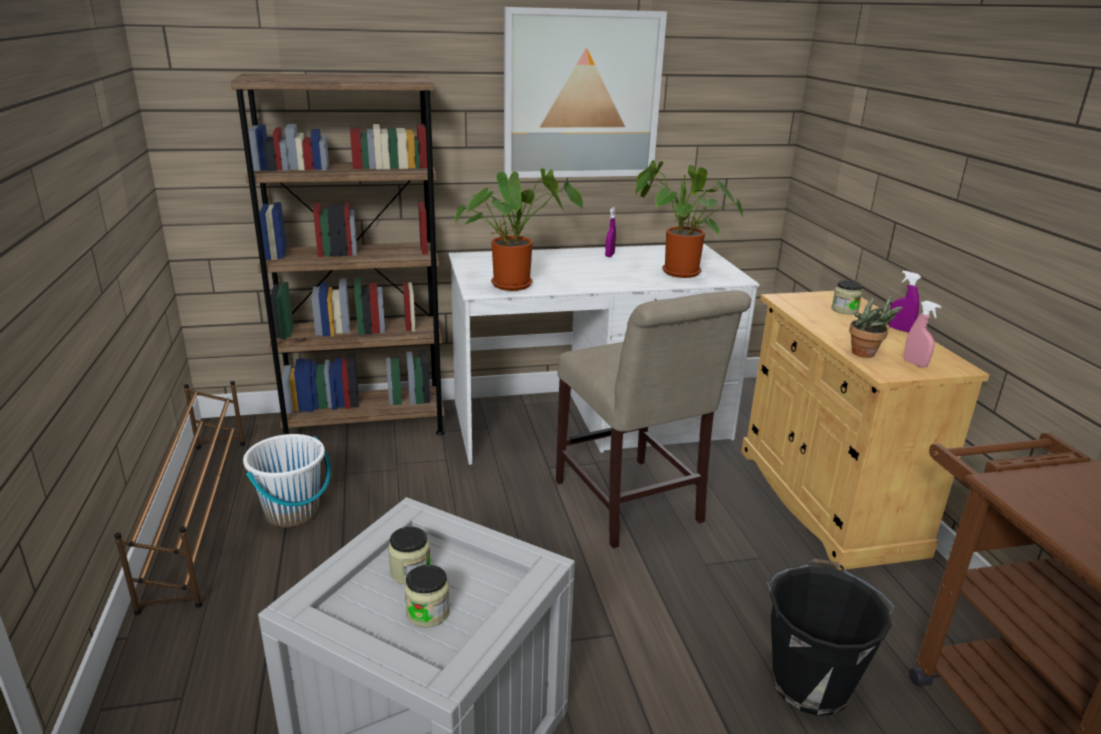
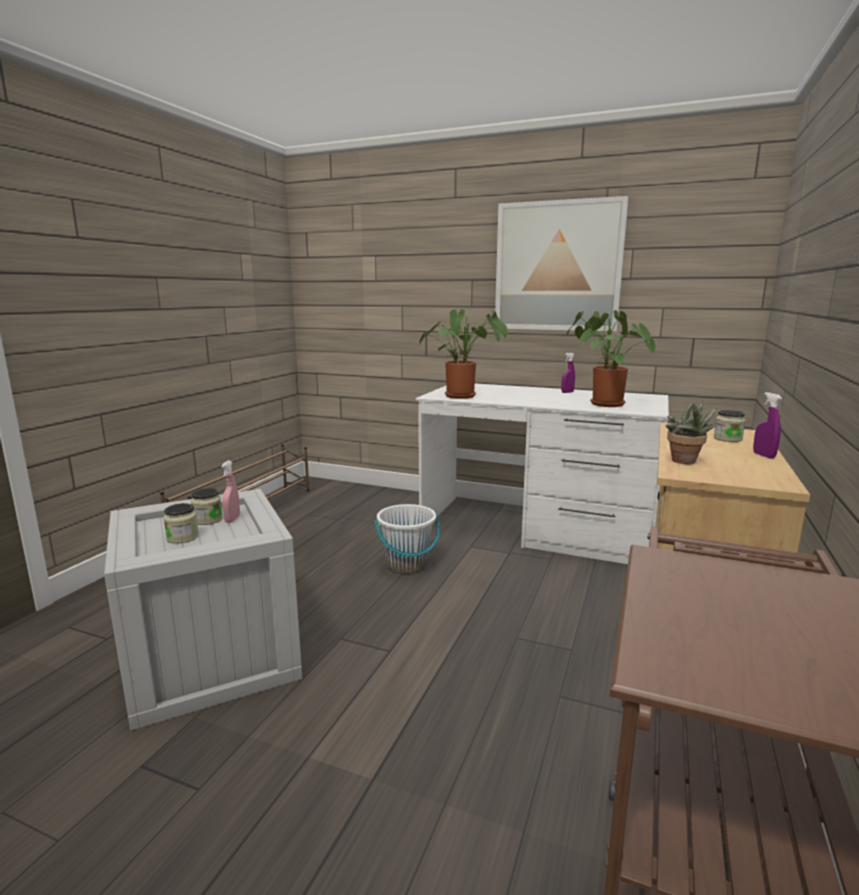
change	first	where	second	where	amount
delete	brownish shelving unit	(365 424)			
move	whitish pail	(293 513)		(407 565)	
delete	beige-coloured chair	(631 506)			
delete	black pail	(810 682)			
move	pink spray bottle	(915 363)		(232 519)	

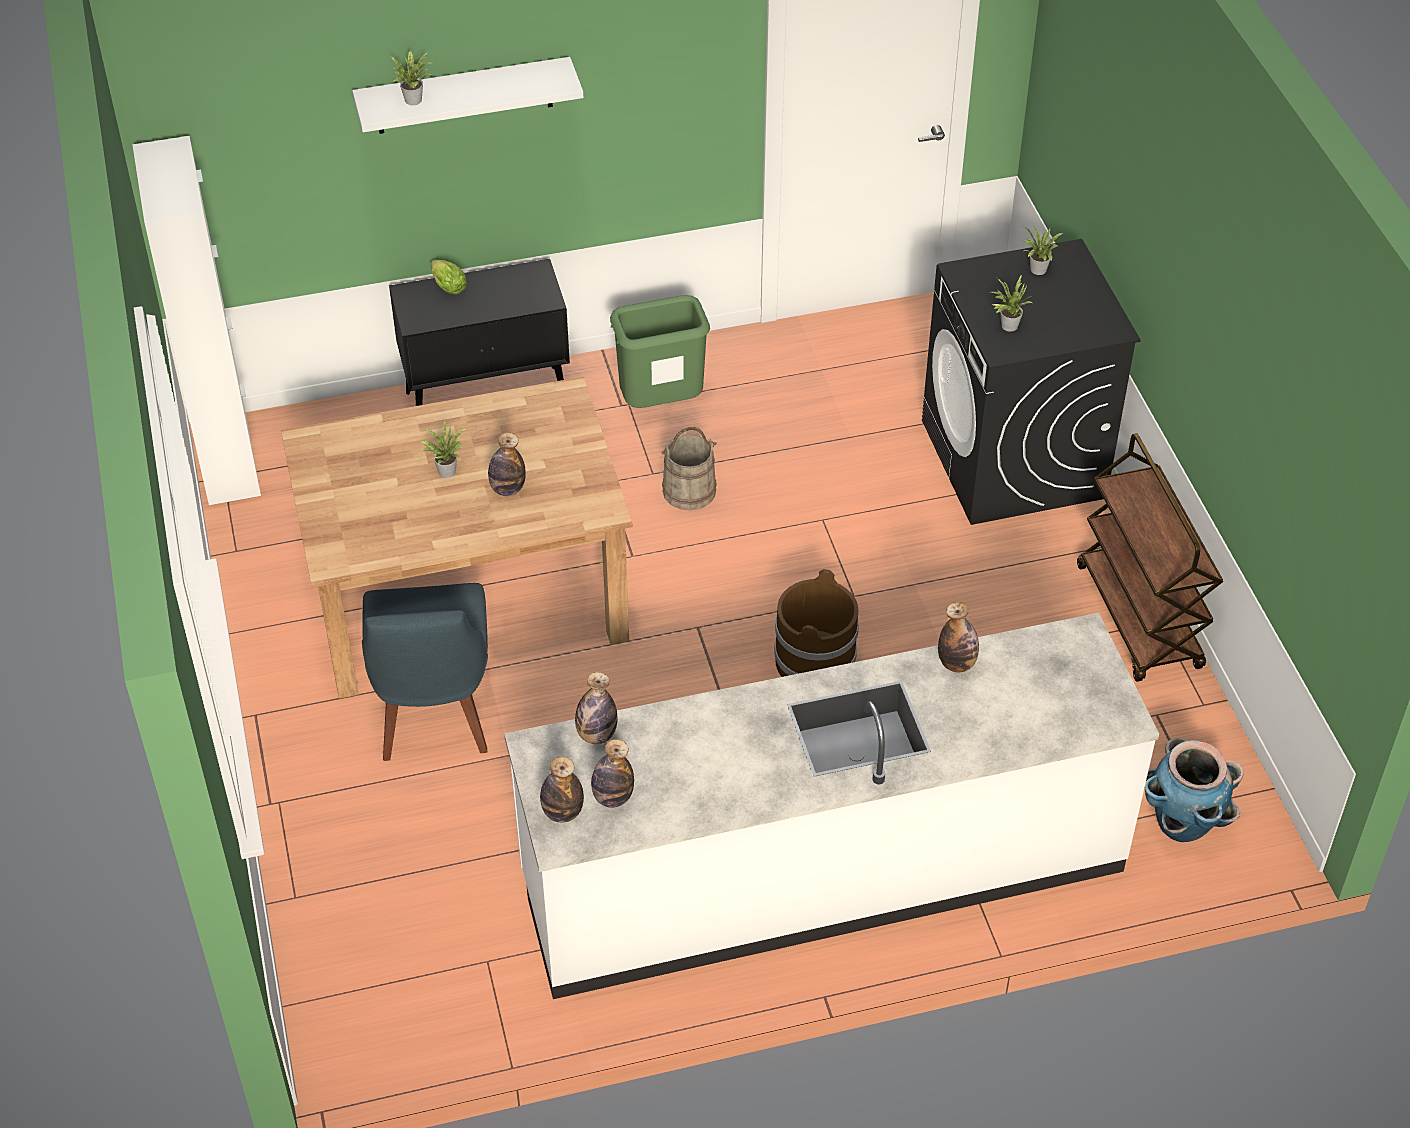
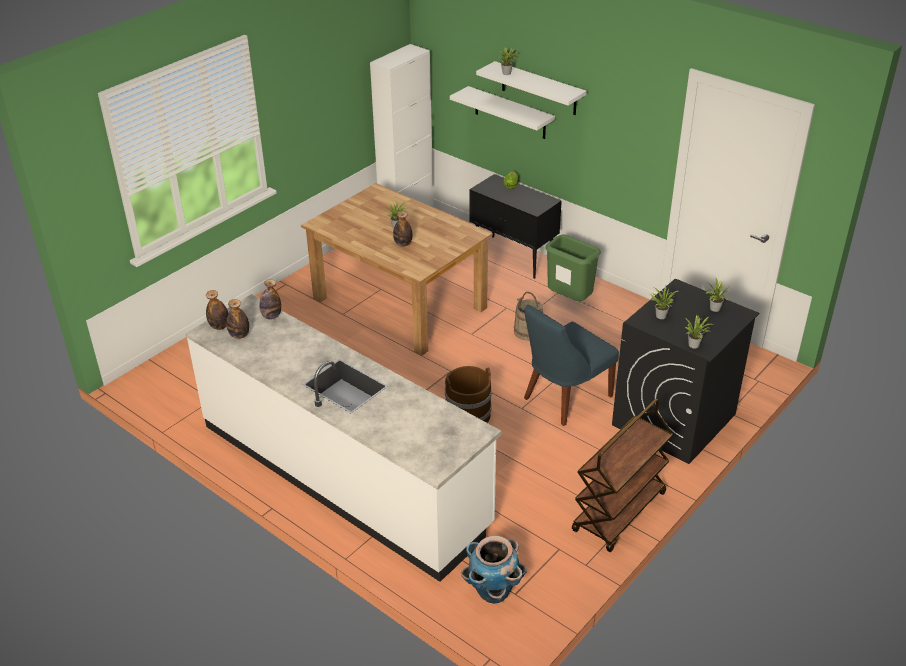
change	first	where	second	where	amount
move	blue-coloured chair	(433 713)		(564 398)	
delete	beverage bottle	(957 663)			
insert			whitish bracket shelf	(510 113)	
insert			potted plant	(695 344)	

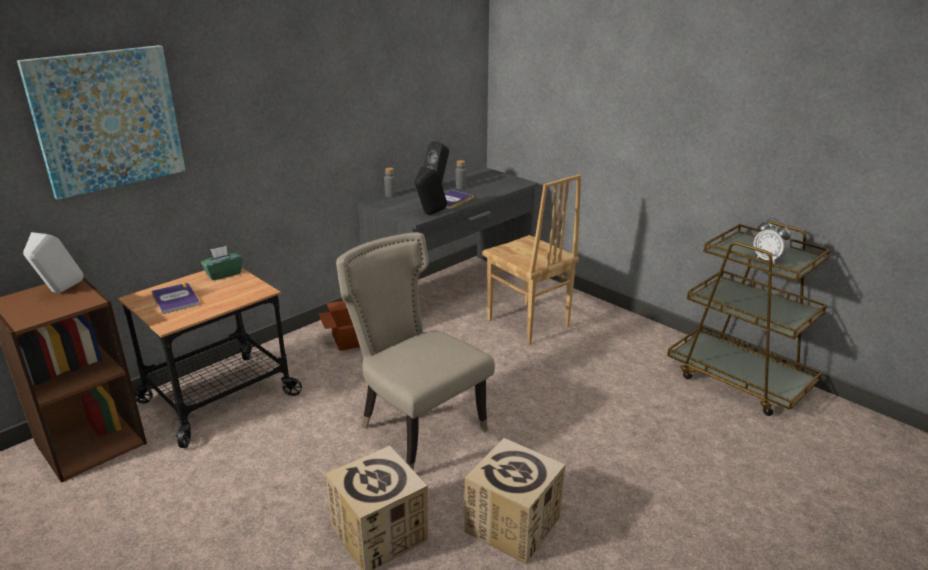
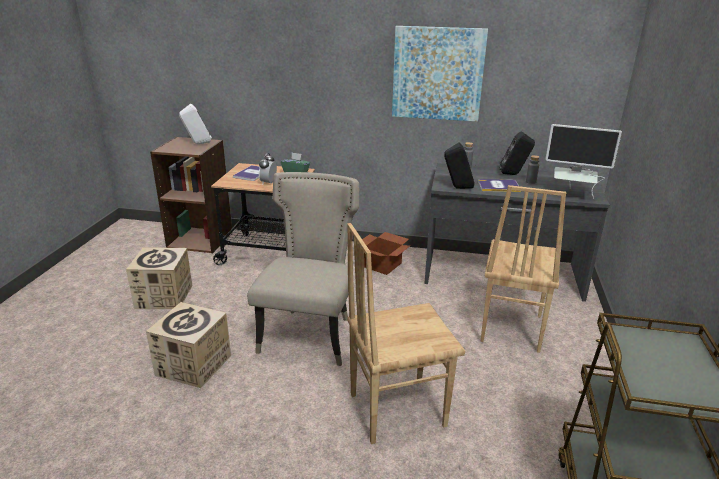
change	first	where	second	where	amount
move	picture	(107 120)		(438 74)	
move	packing box	(513 525)		(164 296)	
move	table clock	(768 259)		(268 183)	
insert			brownish chair	(396 409)	
insert			computer display	(572 195)	

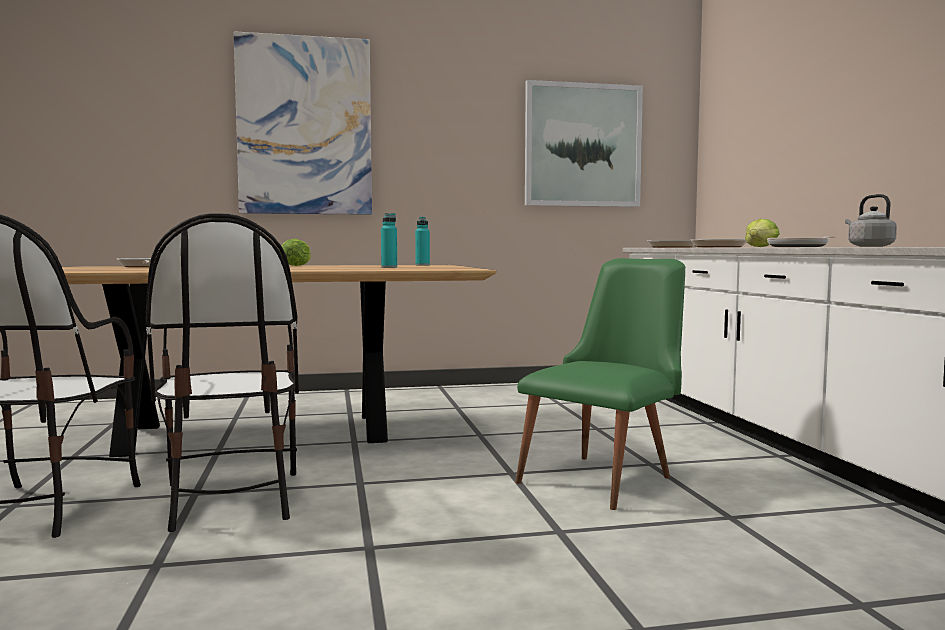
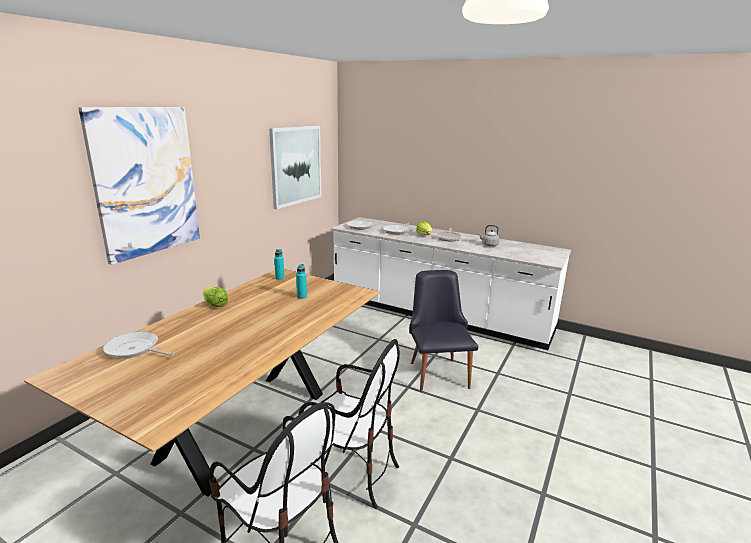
change	first	where	second	where	amount
recolor	green-coloured chair	(606 477)	black chair	(437 371)	

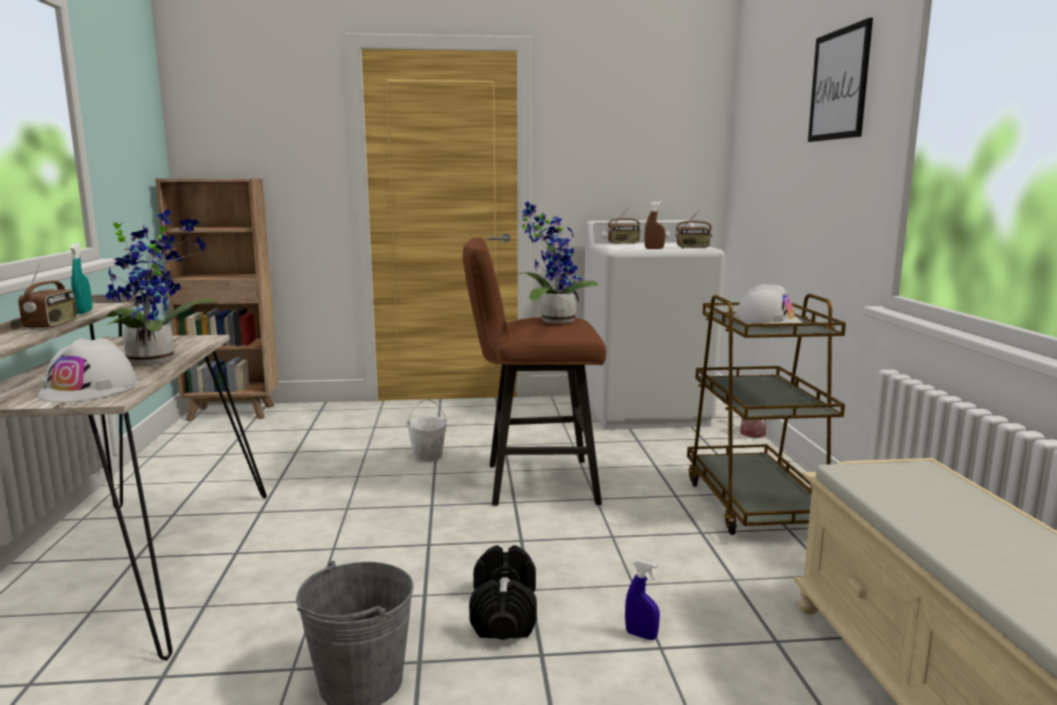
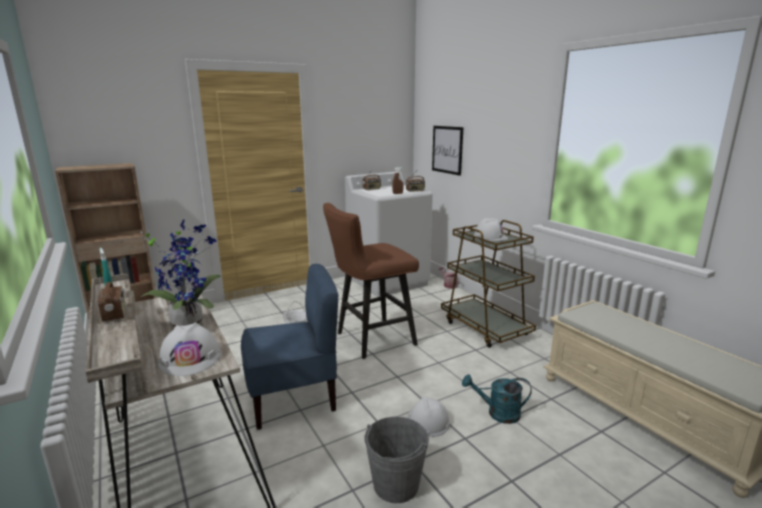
change	first	where	second	where	amount
replace	black dumbbell	(503 613)	whitish hard hat	(427 421)	
delete	potted plant	(553 321)			
replace	blue-coloured spray bottle	(641 635)	blue-green sprinkling can	(497 413)	
move	picture	(839 85)		(447 149)	
insert			blue-coloured chair	(293 398)	

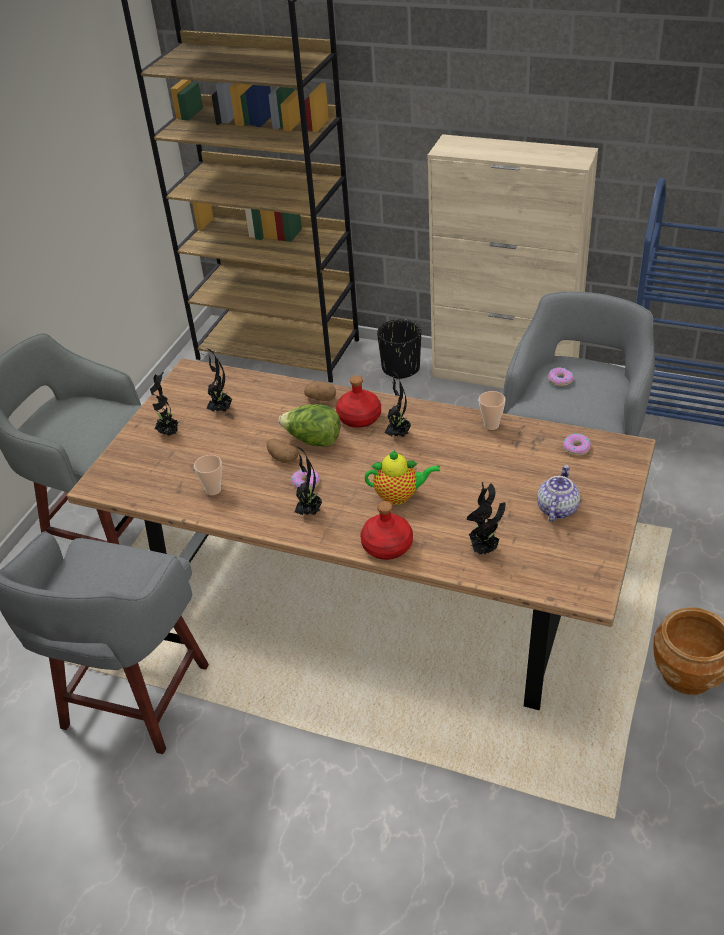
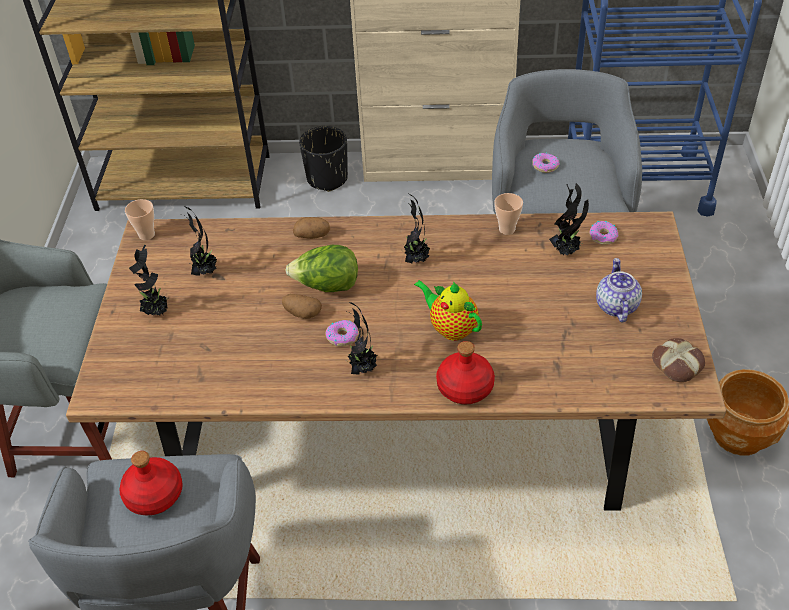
change	first	where	second	where	amount
move	small cup	(213 490)		(146 235)	
move	reddish beverage bottle	(359 418)		(155 495)	
rotate	pot for tea	(400 496)		(451 328)	120 degrees counterclockwise
move	potted plant	(485 550)		(566 251)	
insert			bakery bread	(678 364)	

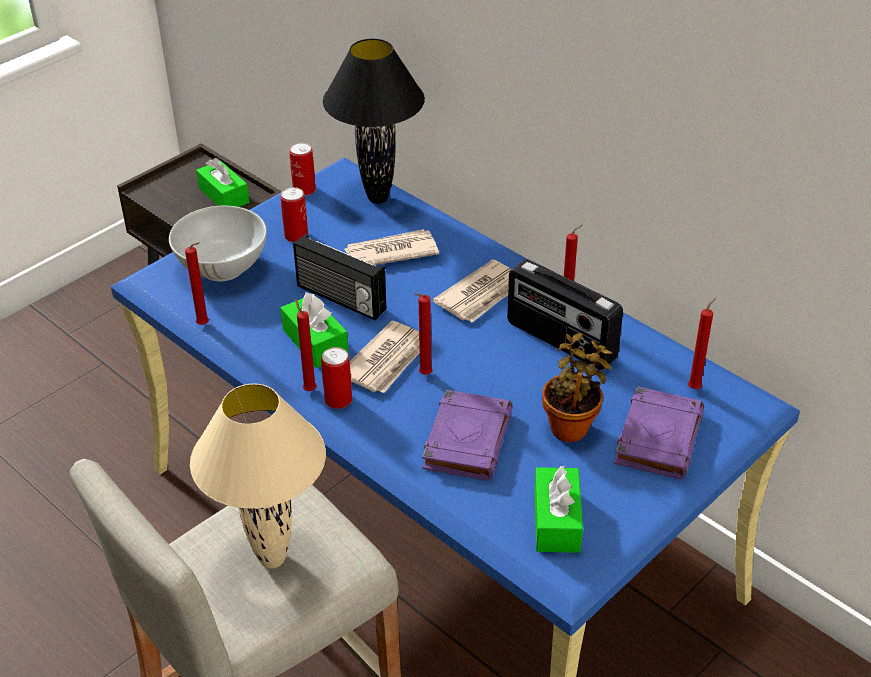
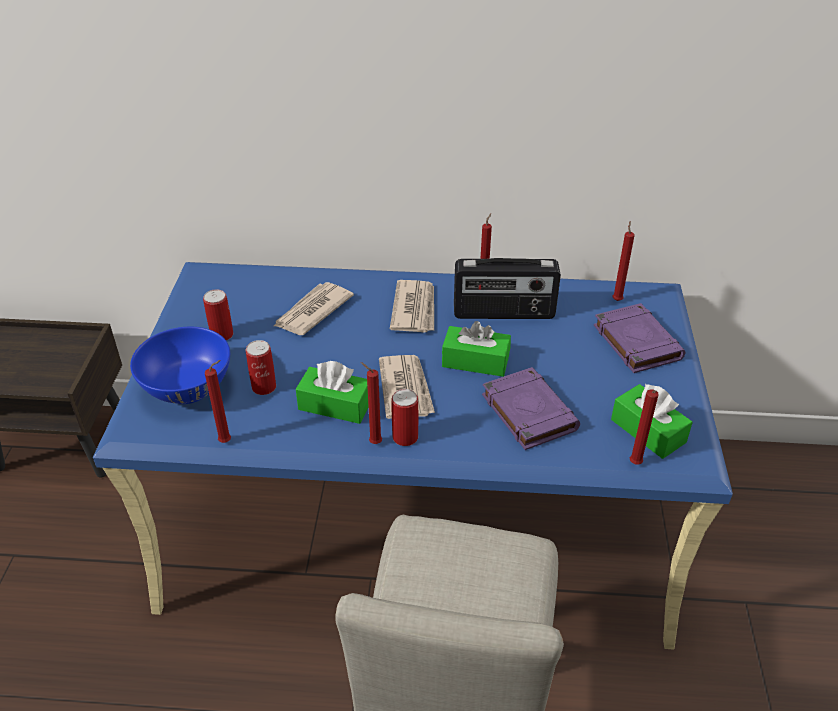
change	first	where	second	where	amount
recolor	whitish deep dish	(223 267)	blue-coloured deep dish	(188 388)	
delete	beige-coloured table lamp	(273 558)			
move	green-coloured box of tissues	(224 195)		(475 361)	
move	metal can	(304 190)		(264 387)	
delete	radio set	(340 299)			
delete	black table lamp	(379 198)			
move	reddish candle	(423 375)		(635 465)	
delete	potted plant	(571 426)			

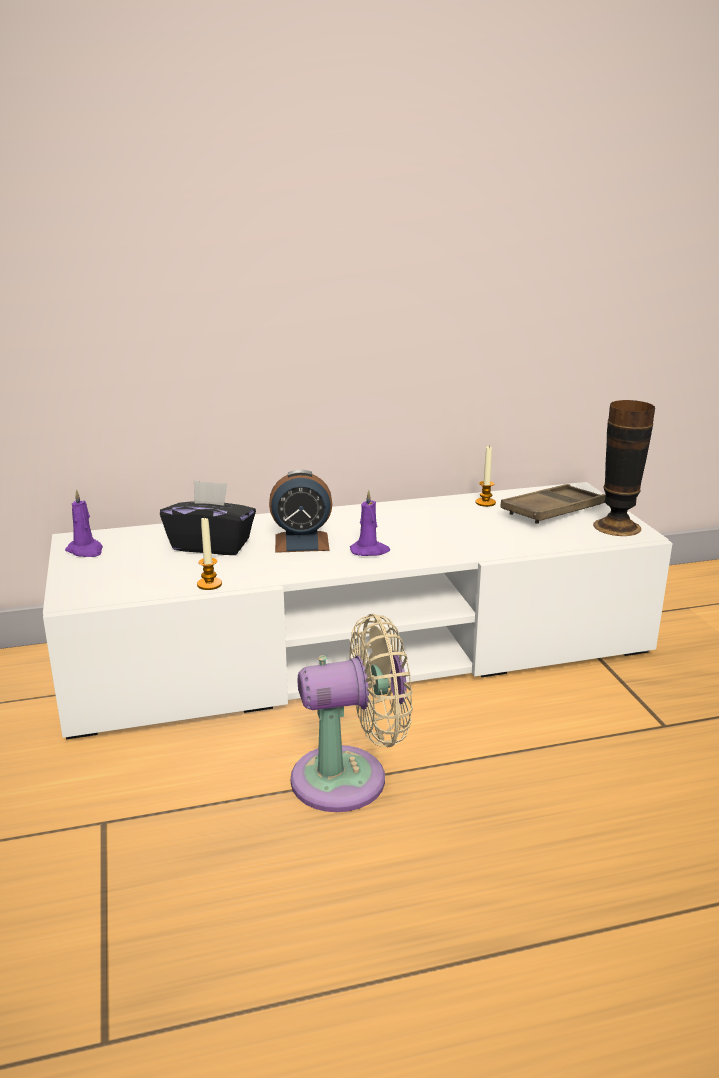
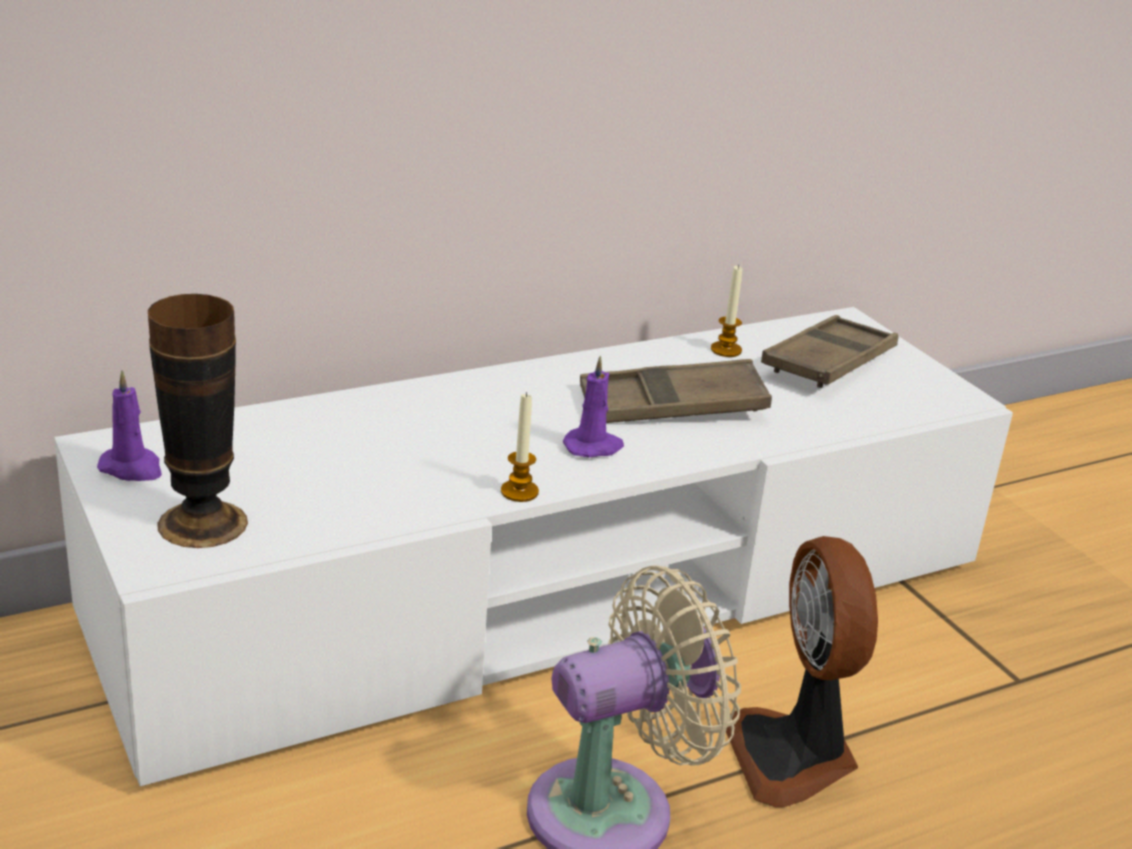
change	first	where	second	where	amount
delete	black box of tissues	(211 545)			
move	candle	(209 584)		(519 492)	
delete	table clock	(301 542)			
move	flower vase	(617 526)		(202 523)	
insert			brownish carrying tray	(672 406)	
insert			electric fan	(793 756)	

